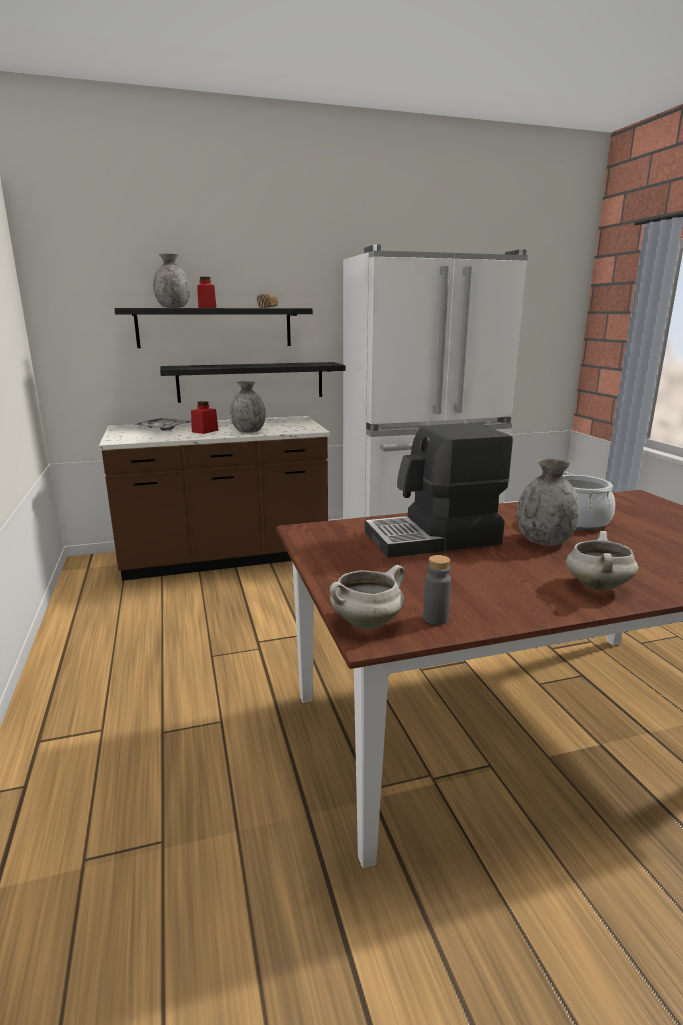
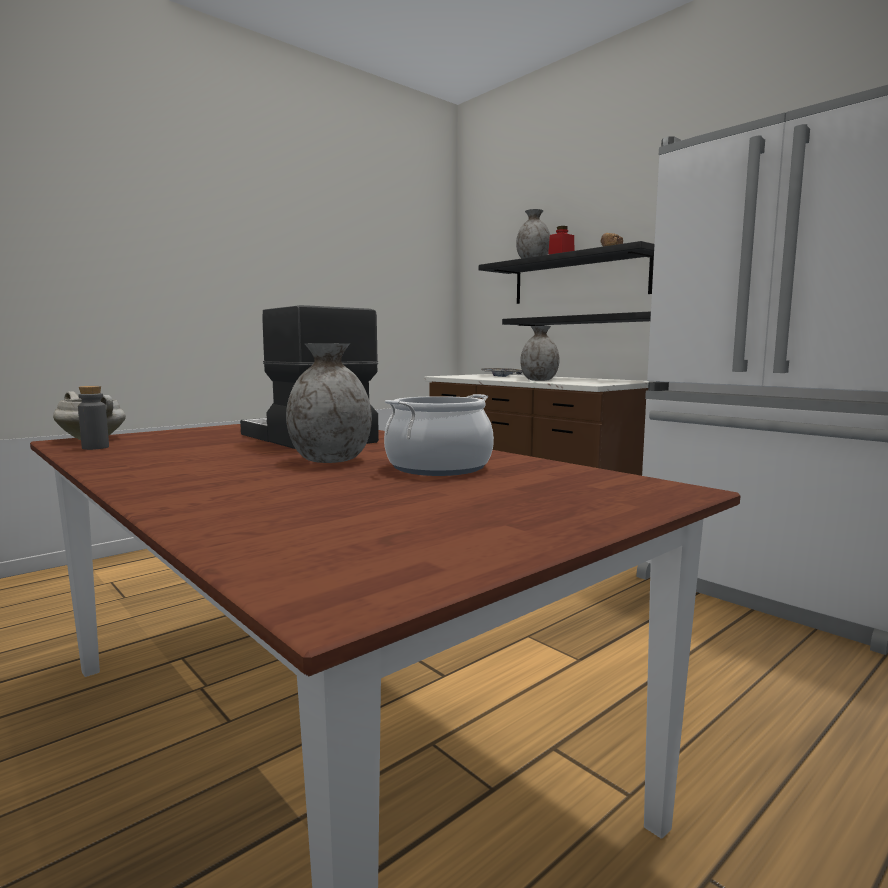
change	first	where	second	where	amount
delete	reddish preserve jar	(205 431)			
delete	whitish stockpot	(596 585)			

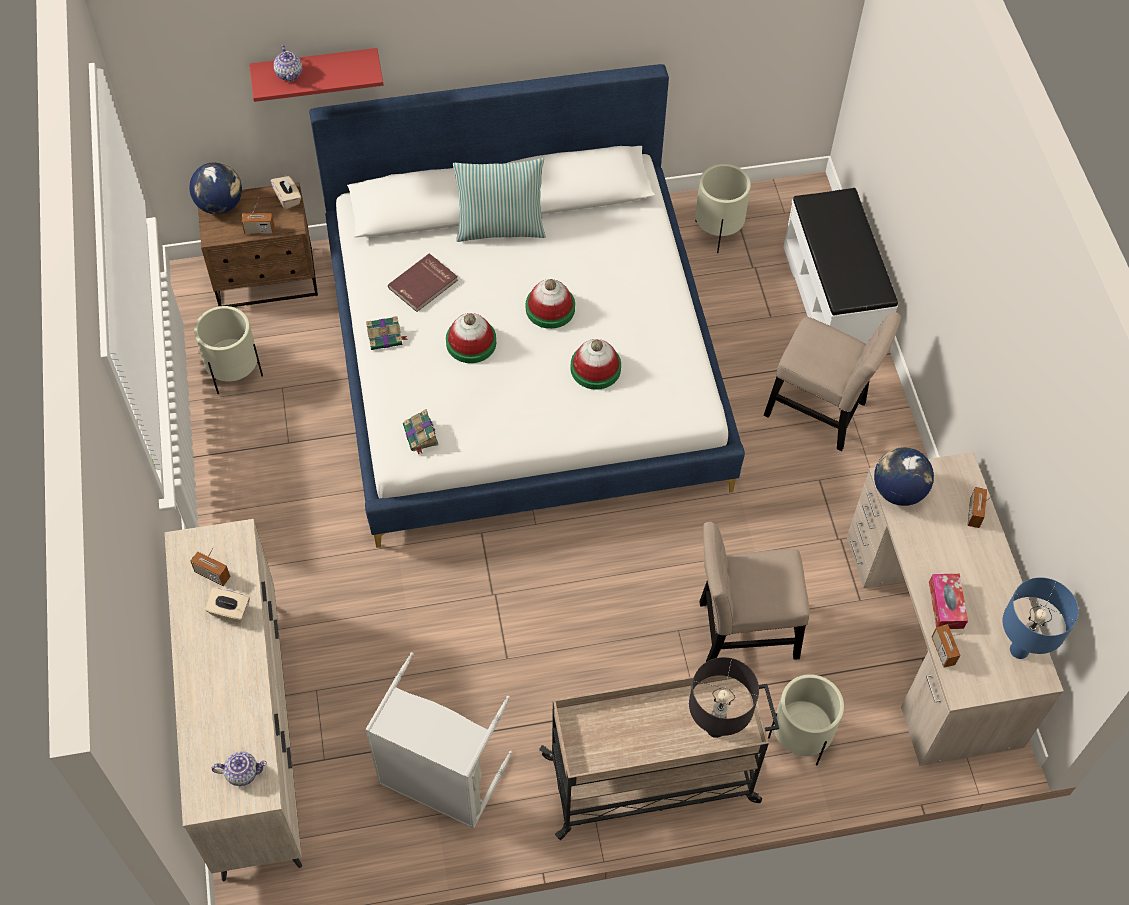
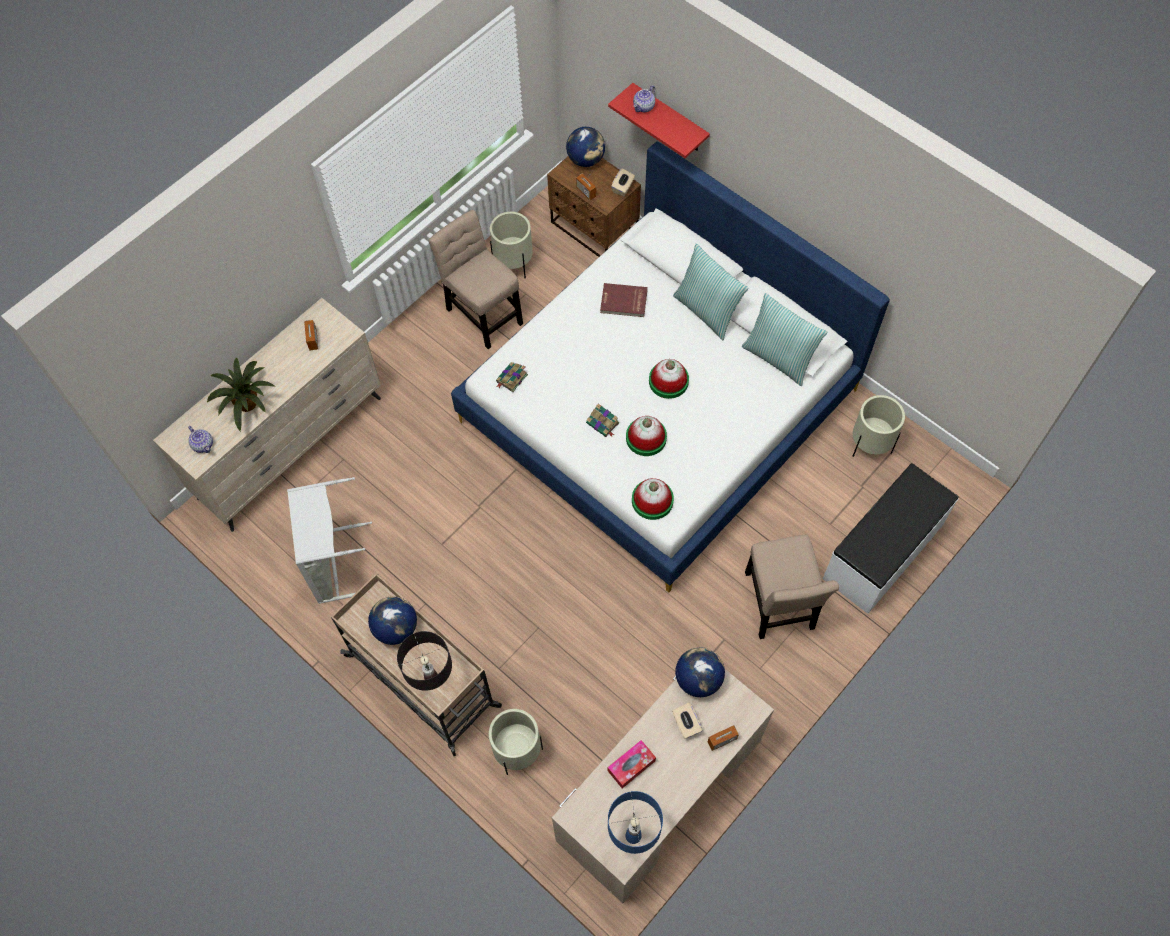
change	first	where	second	where	amount
move	beige-coloured box of tissues	(230 611)		(686 724)	
move	bound book	(385 337)		(603 423)	
move	hat	(471 342)		(652 500)	
move	beige-coloured chair	(742 631)		(482 313)	
delete	radio set	(942 651)			
insert			potted plant	(248 405)	
insert			desk globe	(396 628)	
insert			cushion	(779 358)	

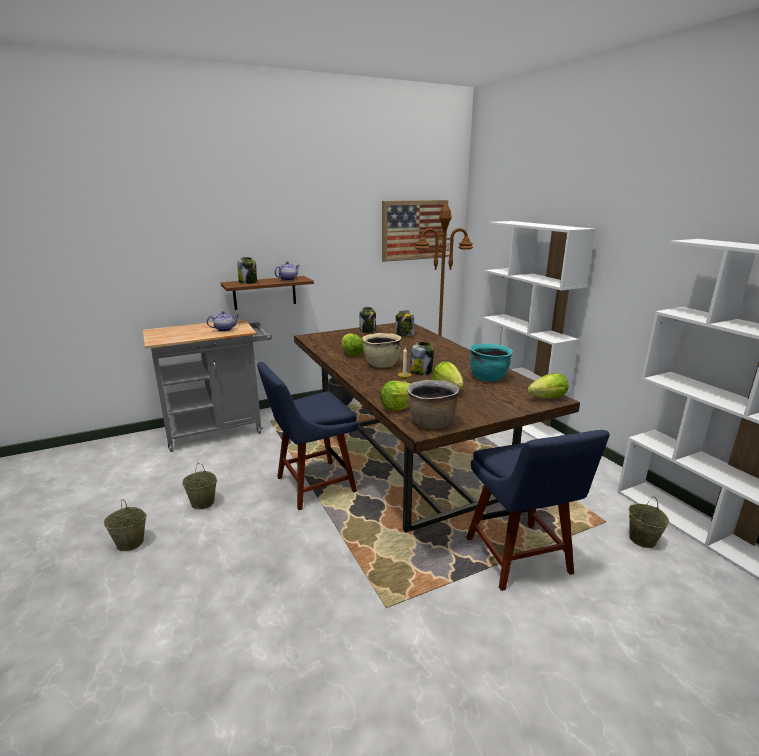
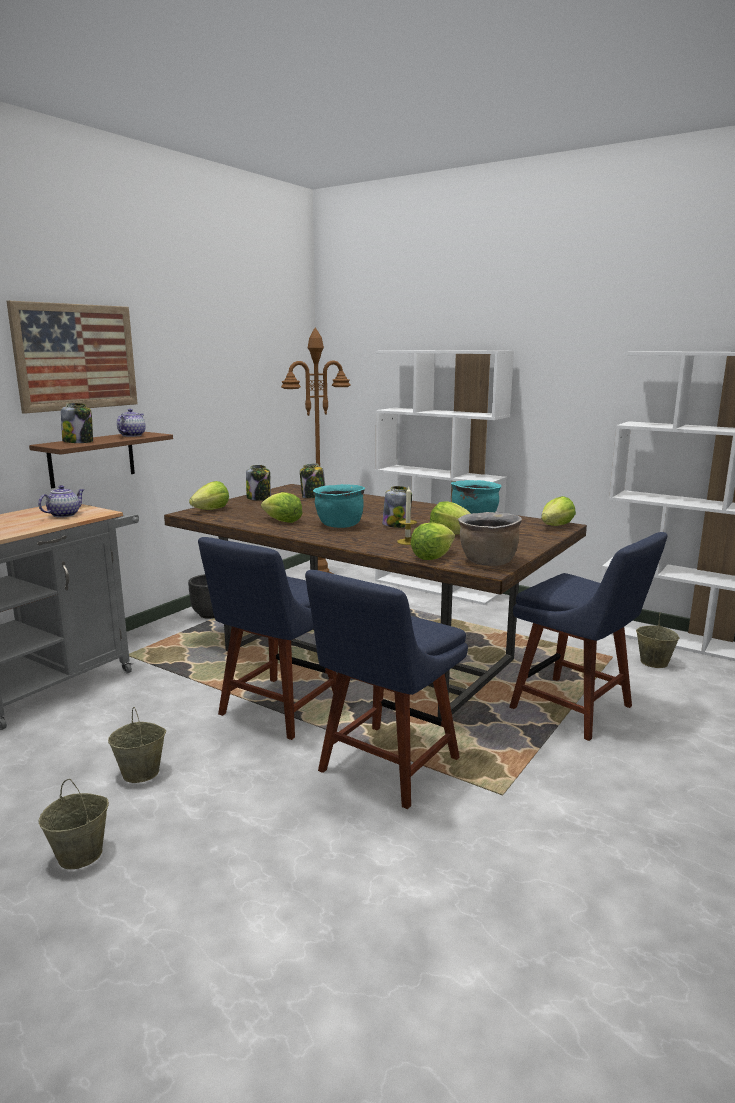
change	first	where	second	where	amount
recolor	beige-coloured stockpot	(381 364)	blue-green stockpot	(339 525)	
move	picture	(414 230)		(76 357)	
insert			lettuce	(211 510)	
insert			blue-coloured chair	(385 768)	

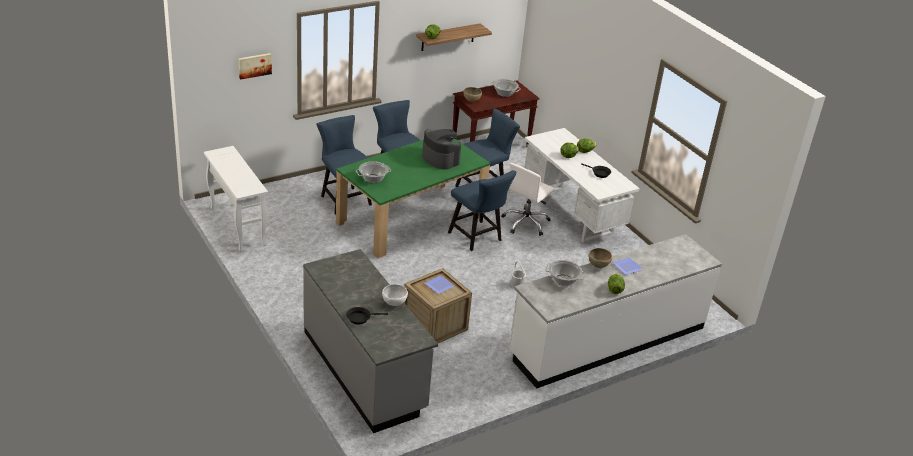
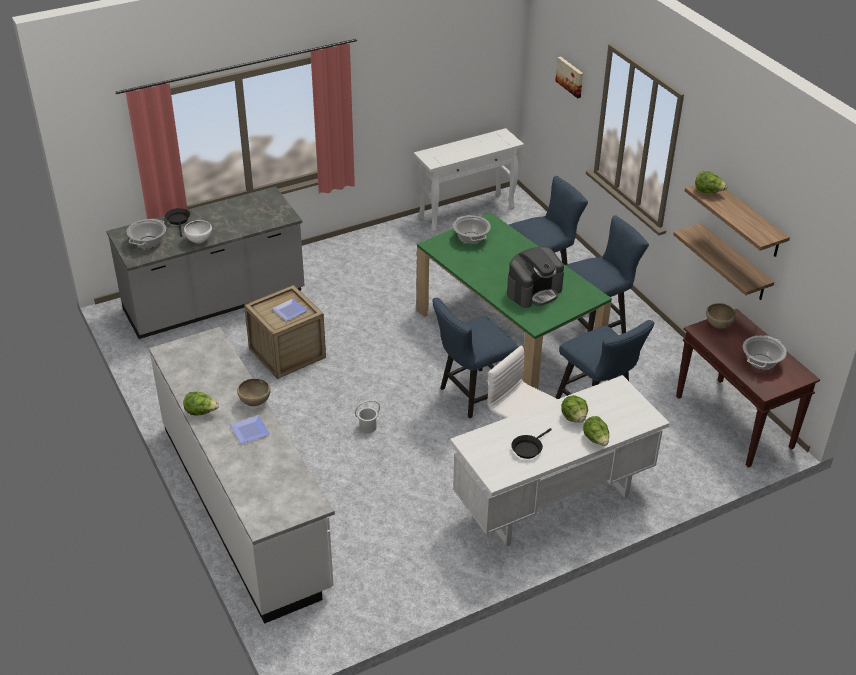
change	first	where	second	where	amount
move	stockpot	(563 280)		(148 242)	
insert			bracket shelf	(734 263)	

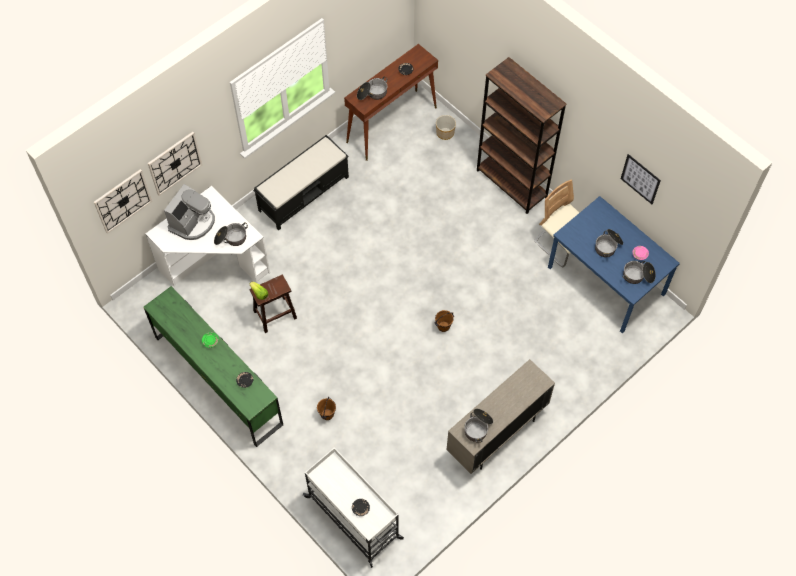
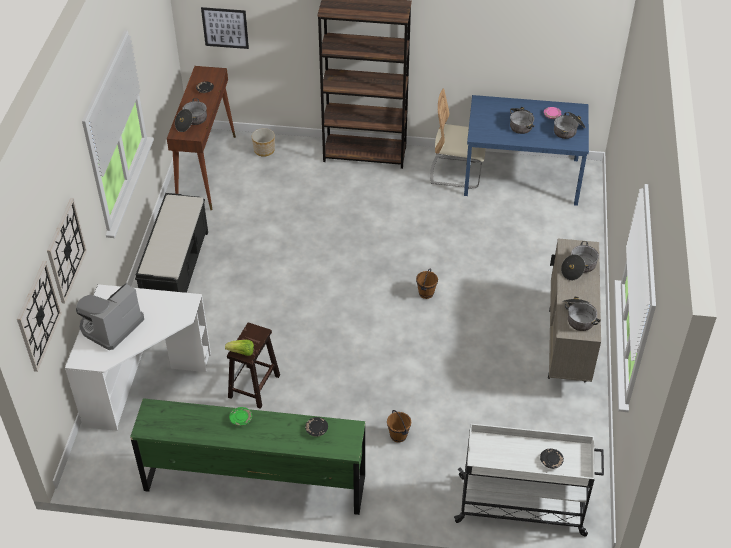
change	first	where	second	where	amount
rotate	coffee maker	(193 222)		(111 326)	135 degrees counterclockwise
move	stockpot	(231 238)		(578 268)	
move	picture	(640 179)		(225 28)	

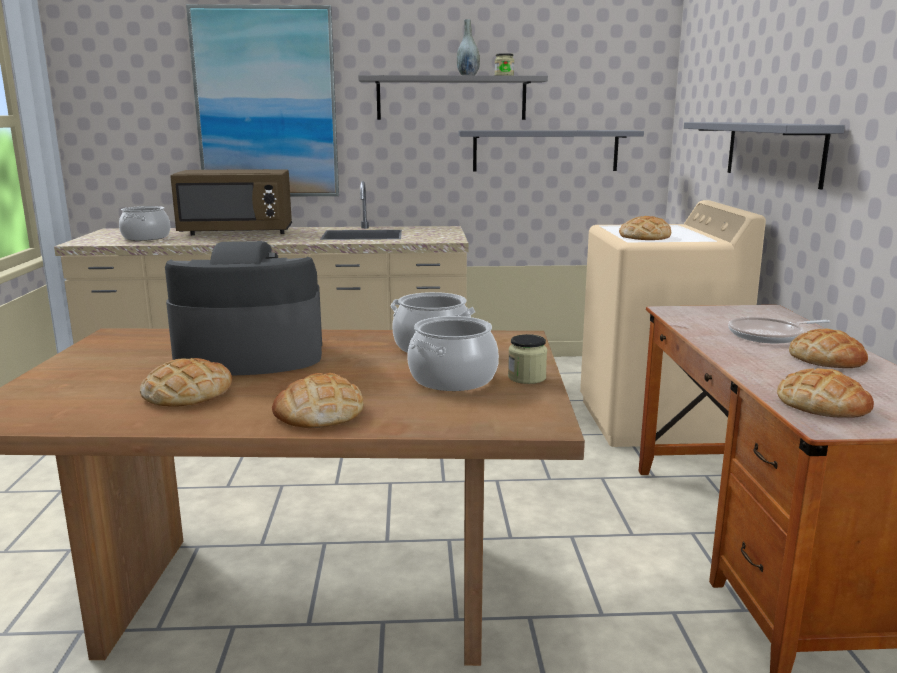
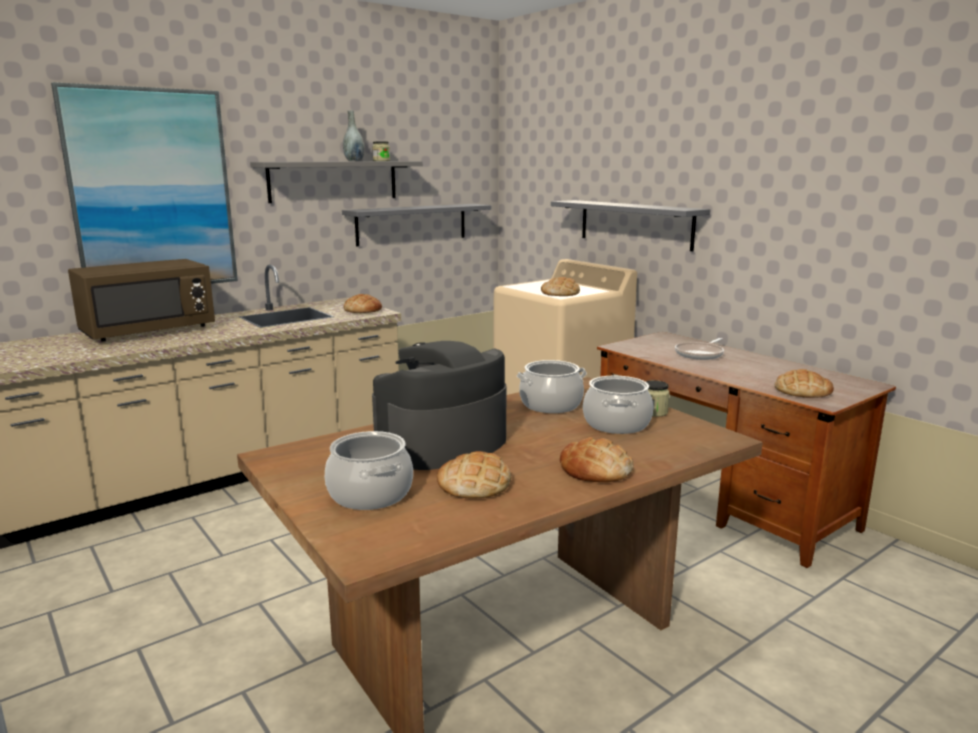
change	first	where	second	where	amount
move	stockpot	(146 237)		(371 494)	
move	bakery bread	(827 359)		(363 310)	

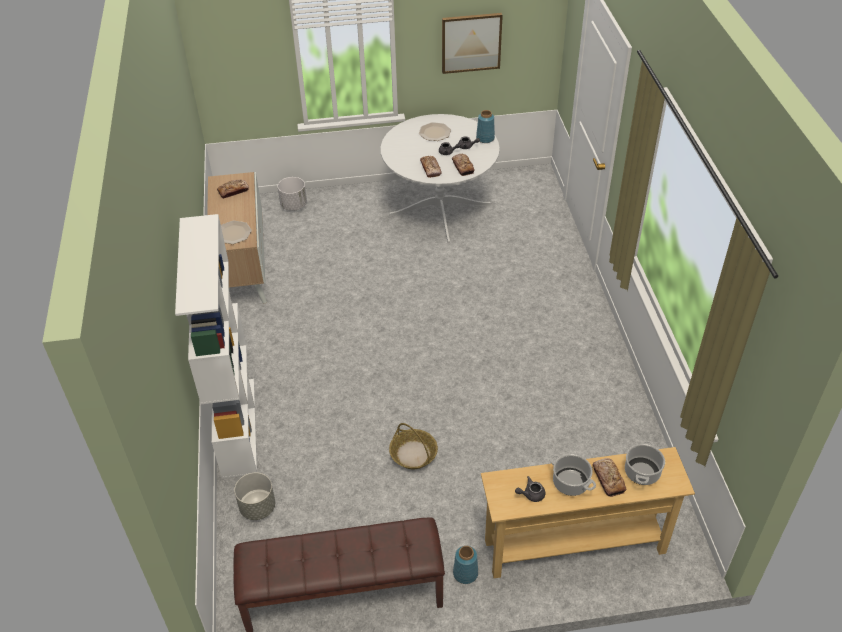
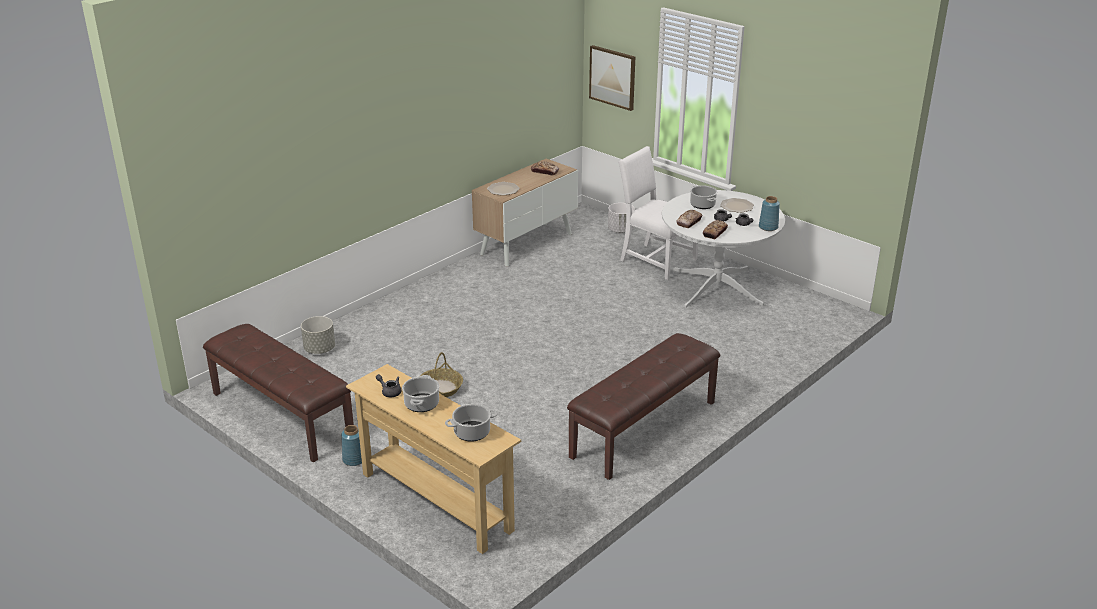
change	first	where	second	where	amount
delete	whitish shelving unit	(237 426)			
move	picture	(471 42)		(613 77)	
delete	bakery bread	(608 479)			
insert			brownish indoor bench	(644 429)	
insert			whitish chair	(655 260)	
insert			stockpot	(703 205)	

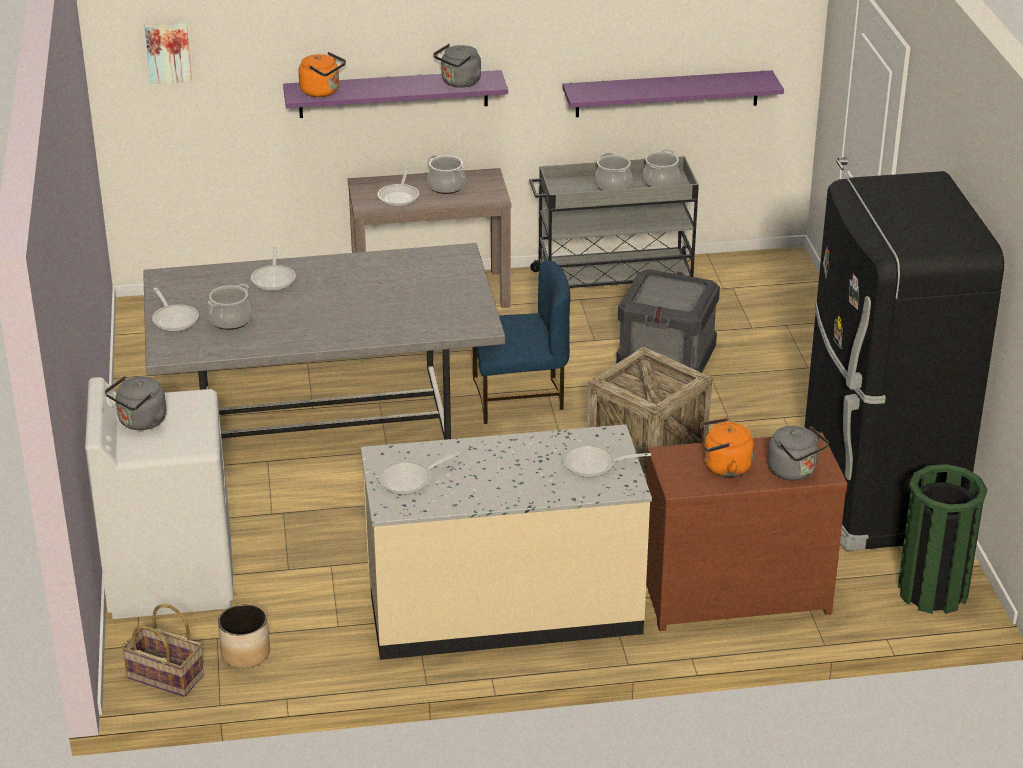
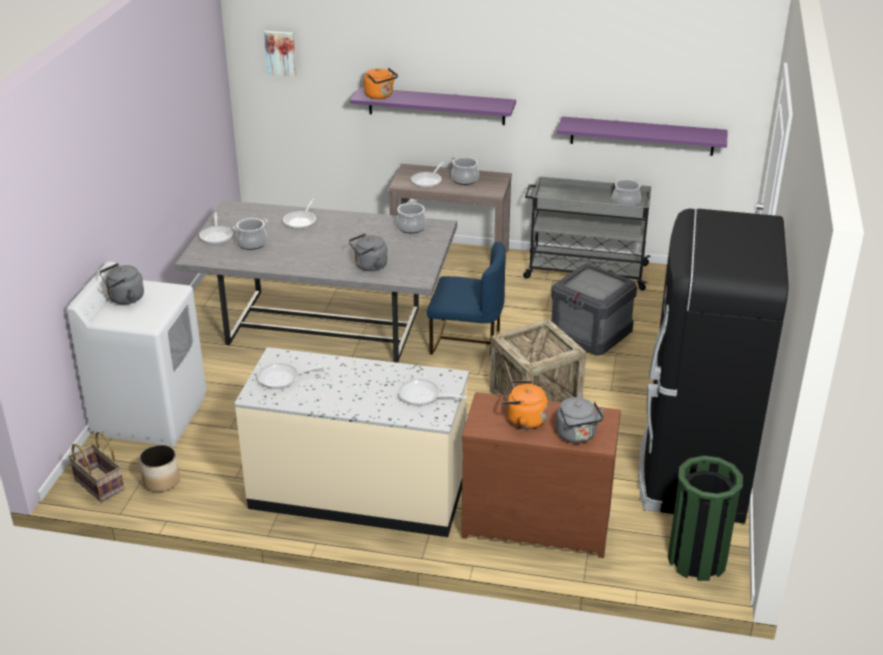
change	first	where	second	where	amount
move	gray kettle	(459 83)		(369 266)	
move	stockpot	(612 185)		(411 227)	

